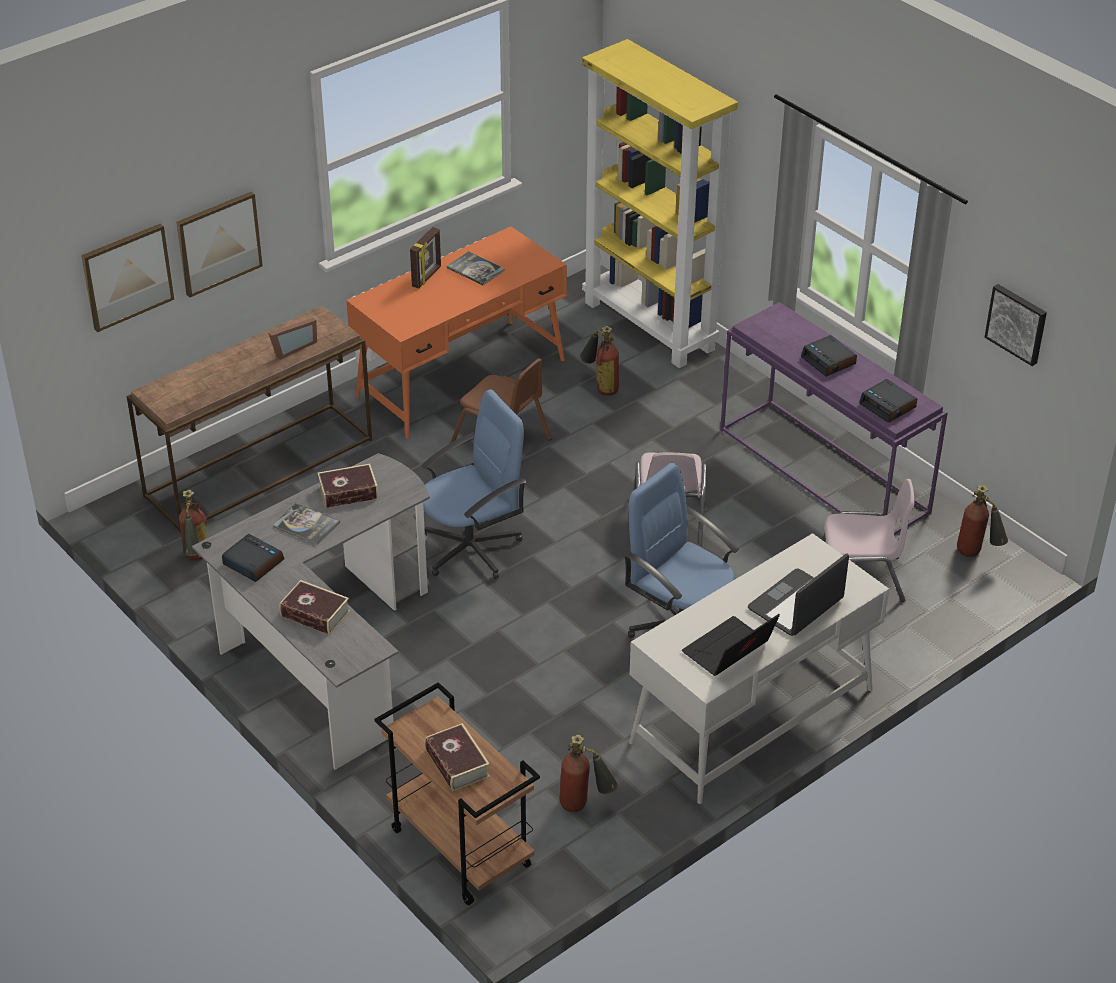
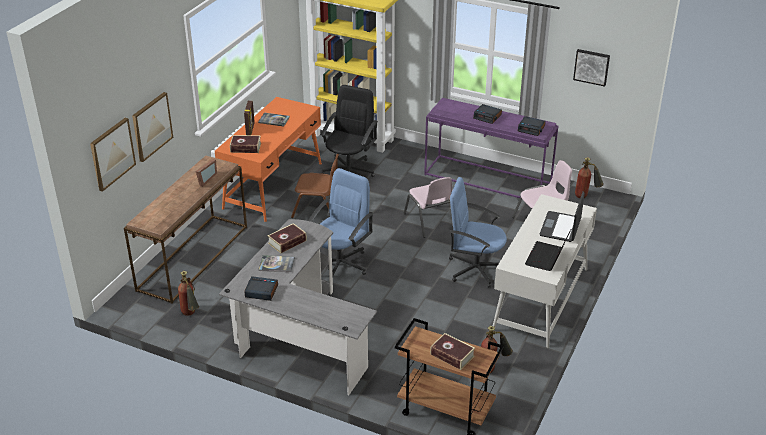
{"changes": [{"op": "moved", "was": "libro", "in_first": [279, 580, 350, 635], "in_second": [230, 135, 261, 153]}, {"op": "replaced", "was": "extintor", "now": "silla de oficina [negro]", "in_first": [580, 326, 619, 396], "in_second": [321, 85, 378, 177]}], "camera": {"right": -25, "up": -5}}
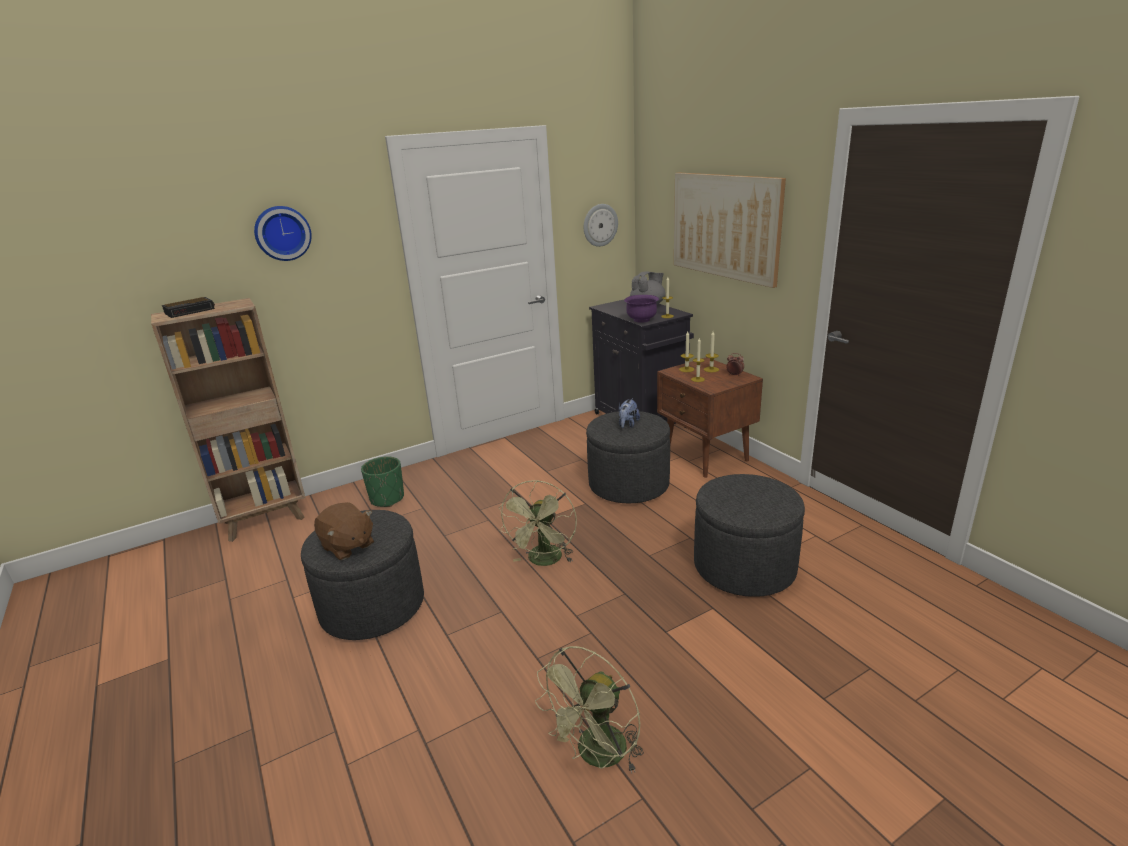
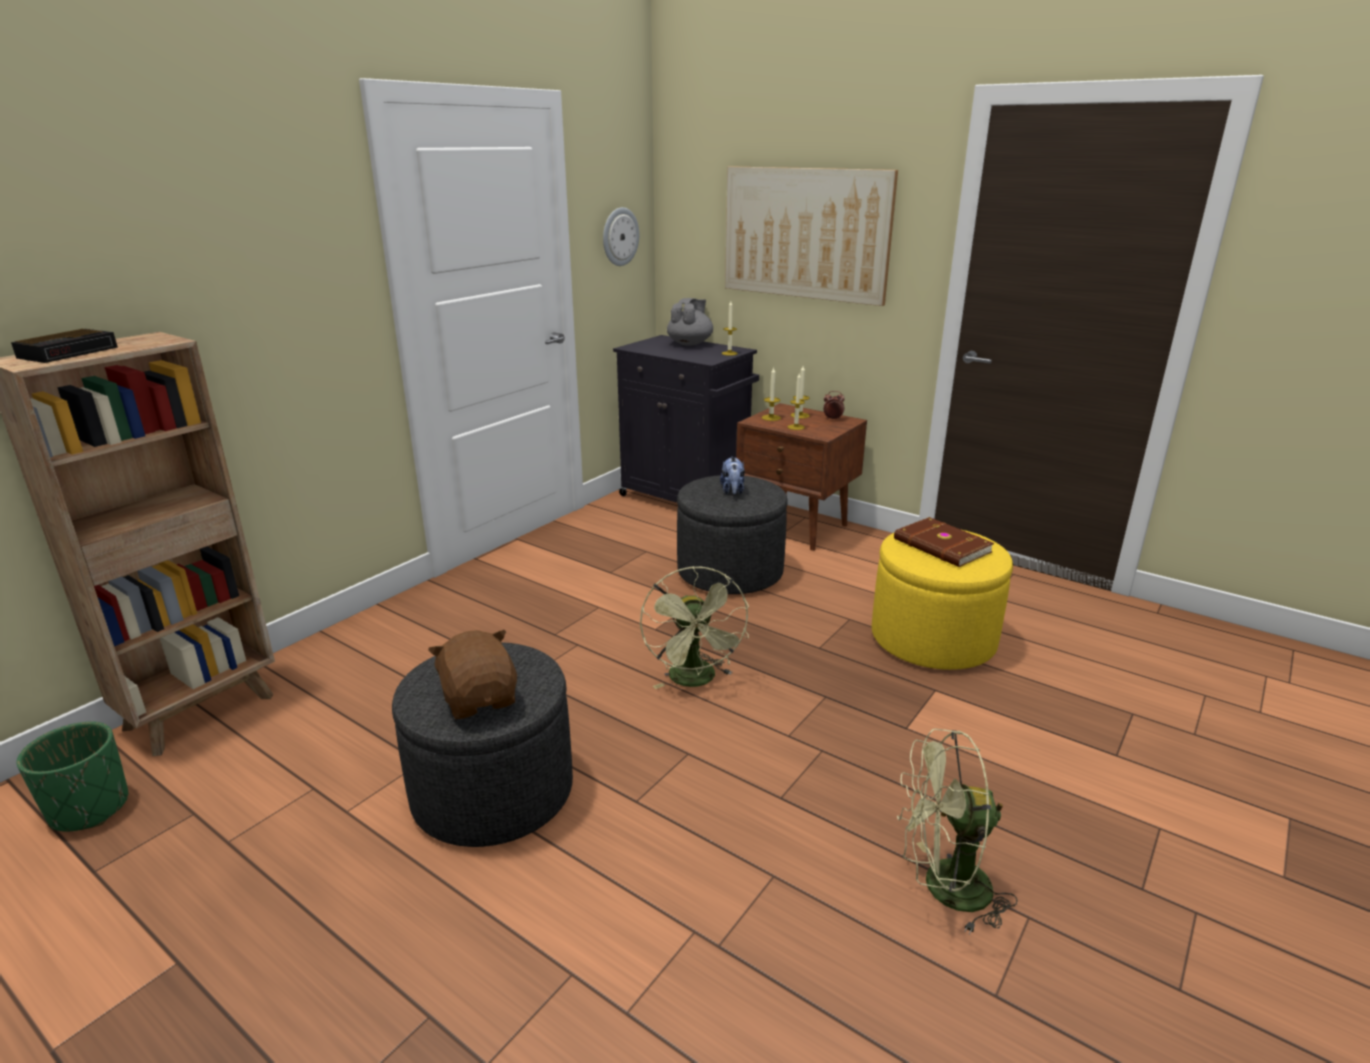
{"changes": [{"op": "moved", "was": "maceta [verde]", "in_first": [361, 456, 404, 507], "in_second": [17, 722, 128, 832]}, {"op": "turned", "was": "peluche [marrón]", "in_first": [314, 502, 374, 560], "in_second": [428, 630, 517, 719], "clockwise": -135}, {"op": "recoloured", "was": "puf [gris]", "now": "puf [amarillo]", "in_first": [694, 474, 805, 597], "in_second": [872, 529, 1013, 670]}, {"op": "added", "now": "libro [marrón]", "in_second": [894, 517, 994, 567]}, {"op": "turned", "was": "ventilador [verde]", "in_first": [535, 646, 644, 773], "in_second": [897, 729, 1018, 935], "clockwise": 75}, {"op": "removed", "was": "reloj de pared", "in_first": [254, 206, 312, 261]}, {"op": "removed", "was": "cuenco [morado]", "in_first": [624, 295, 659, 323]}], "camera": {"right": -25, "up": 0}}
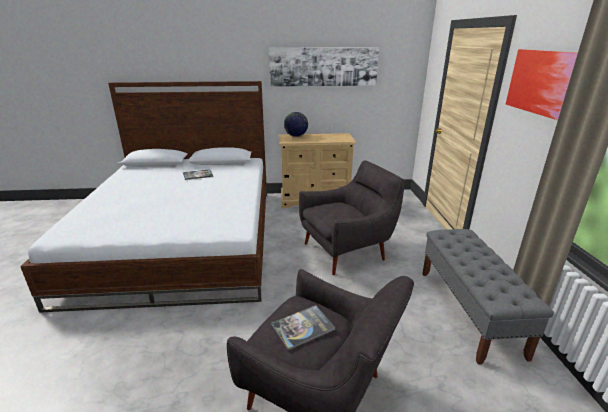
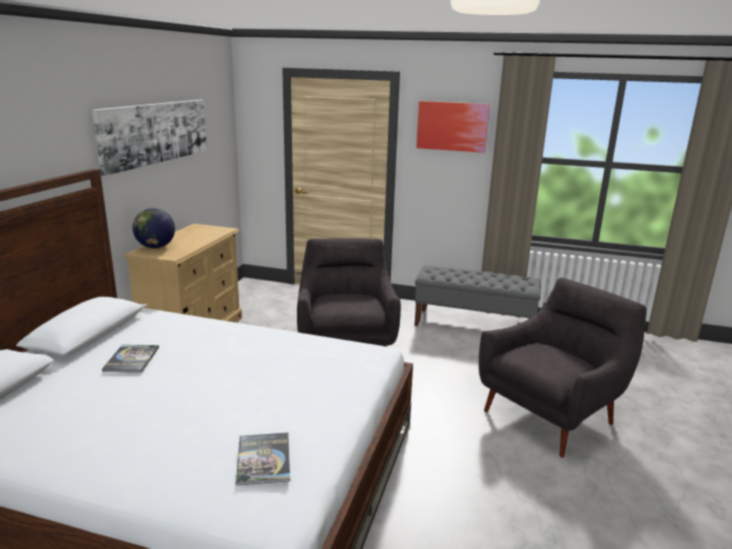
{"changes": [{"op": "moved", "was": "libro", "in_first": [271, 305, 336, 350], "in_second": [236, 433, 290, 485]}], "camera": {"right": -70, "up": -5}}
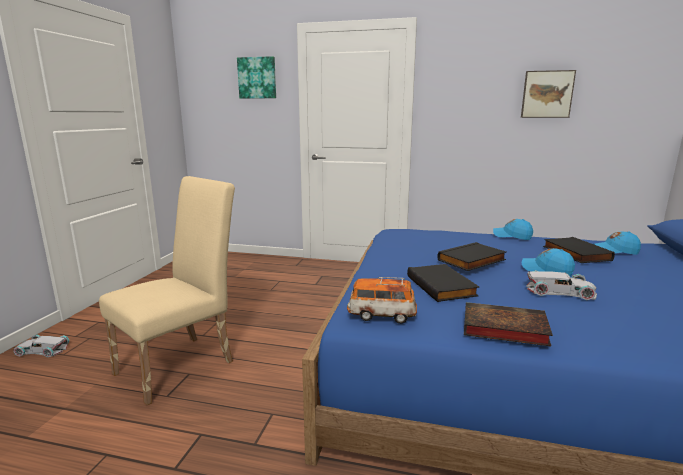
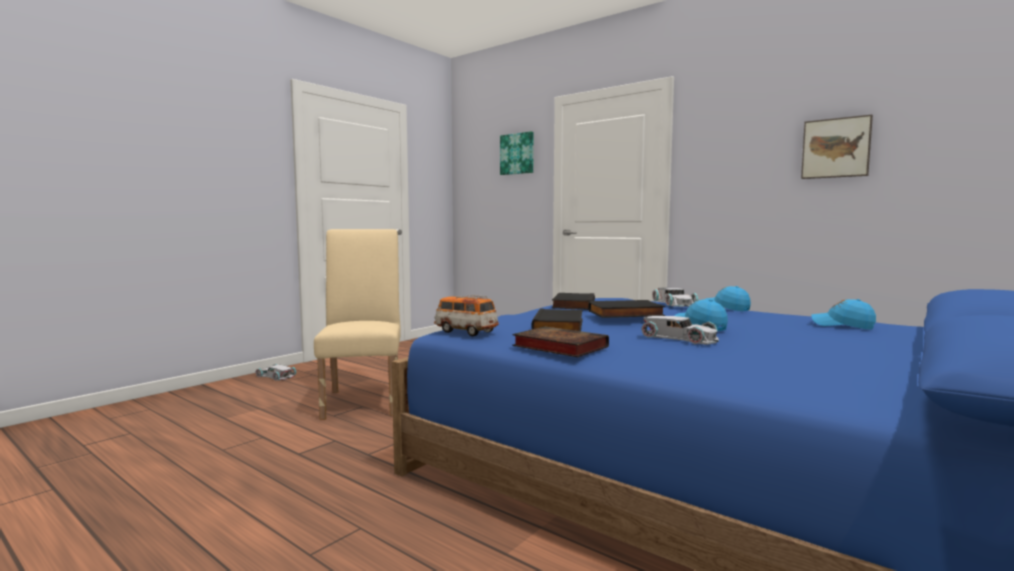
{"changes": [{"op": "turned", "was": "silla [beis]", "in_first": [99, 176, 235, 406], "in_second": [314, 229, 401, 420], "clockwise": -75}, {"op": "moved", "was": "libro [negro]", "in_first": [543, 237, 615, 263], "in_second": [552, 293, 595, 310]}, {"op": "added", "now": "coche de juguete [blanco]", "in_second": [652, 288, 699, 307]}], "camera": {"right": 25, "up": -10}}
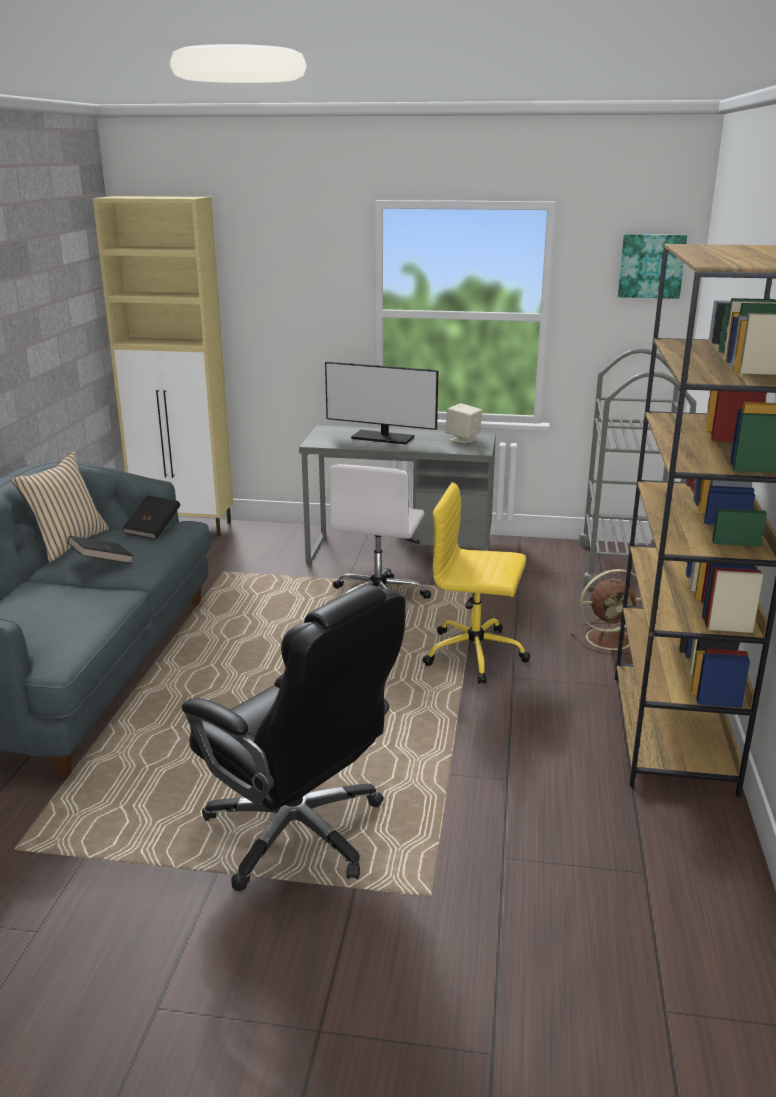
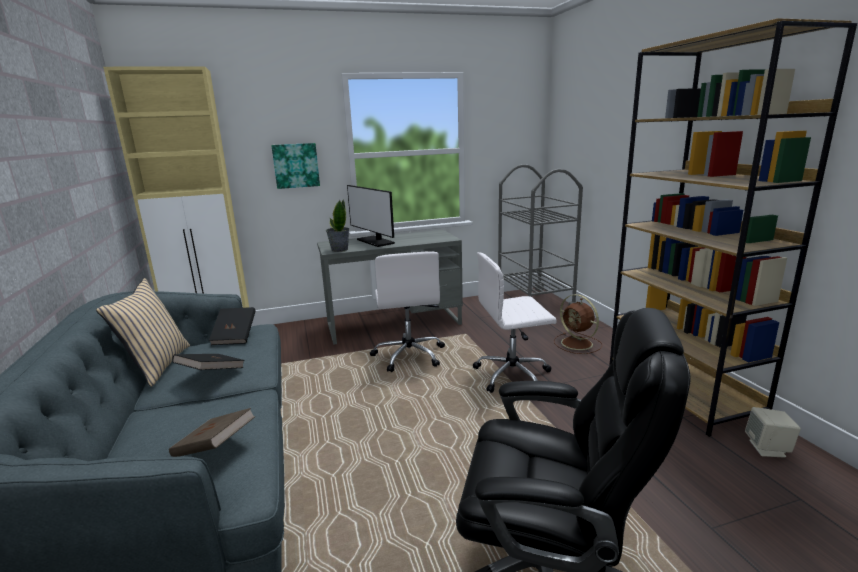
{"changes": [{"op": "added", "now": "libro [marrón]", "in_second": [169, 408, 255, 457]}, {"op": "moved", "was": "cuadro", "in_first": [618, 234, 687, 299], "in_second": [271, 143, 320, 189]}, {"op": "added", "now": "planta en maceta", "in_second": [326, 199, 349, 252]}, {"op": "turned", "was": "monitor", "in_first": [325, 362, 438, 445], "in_second": [347, 185, 395, 247], "clockwise": 60}, {"op": "recoloured", "was": "silla de oficina [amarillo]", "now": "silla de oficina [blanco]", "in_first": [423, 482, 530, 684], "in_second": [473, 252, 557, 393]}, {"op": "turned", "was": "ventilador [marrón]", "in_first": [571, 569, 643, 655], "in_second": [554, 294, 602, 354], "clockwise": 90}, {"op": "moved", "was": "altavoz [beis]", "in_first": [445, 403, 482, 444], "in_second": [745, 407, 801, 458]}], "camera": {"right": -25, "up": -5}}
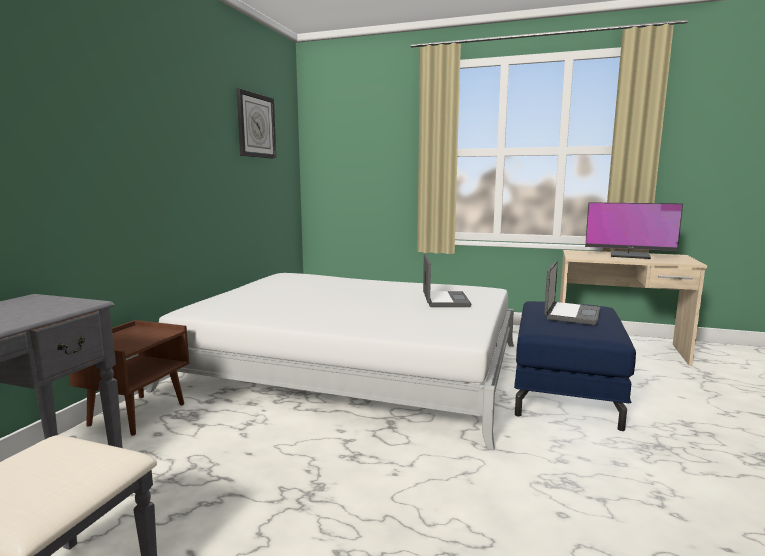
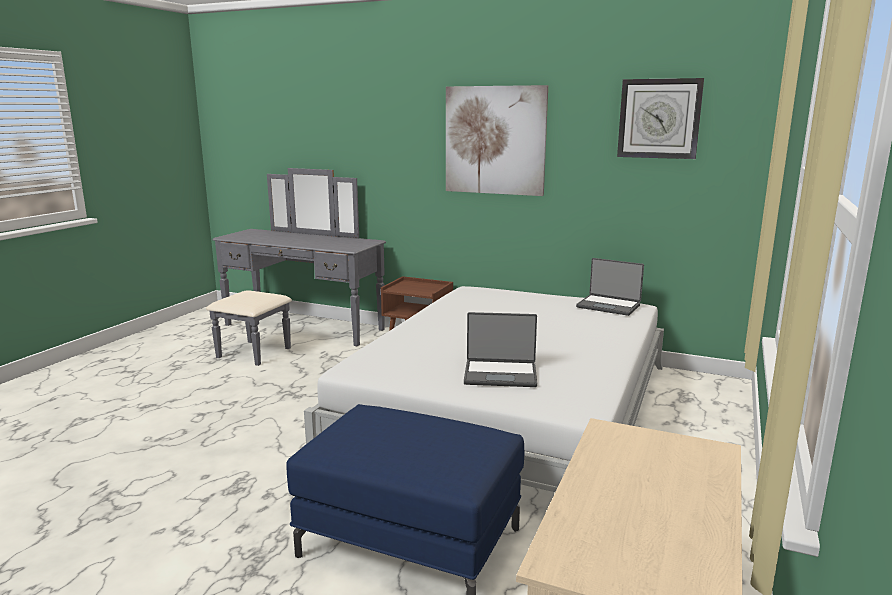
{"changes": [{"op": "added", "now": "cuadro", "in_second": [446, 85, 548, 196]}, {"op": "moved", "was": "portátil", "in_first": [544, 261, 600, 325], "in_second": [576, 258, 644, 316]}, {"op": "removed", "was": "monitor", "in_first": [585, 202, 683, 259]}], "camera": {"right": 95, "up": 5}}
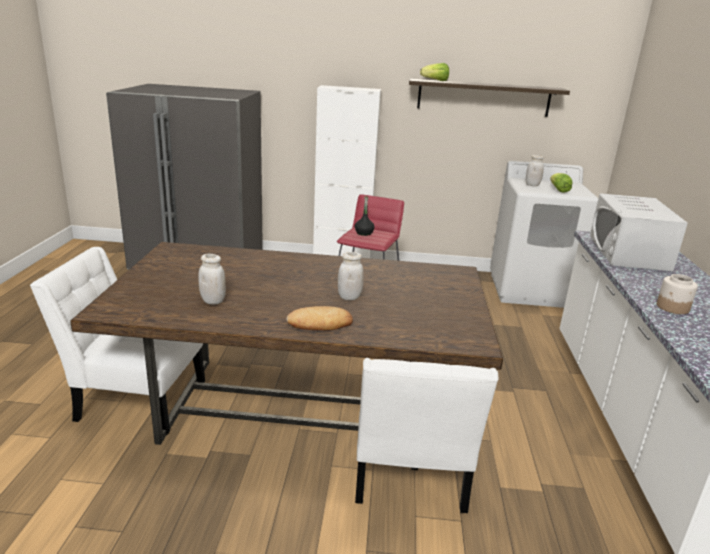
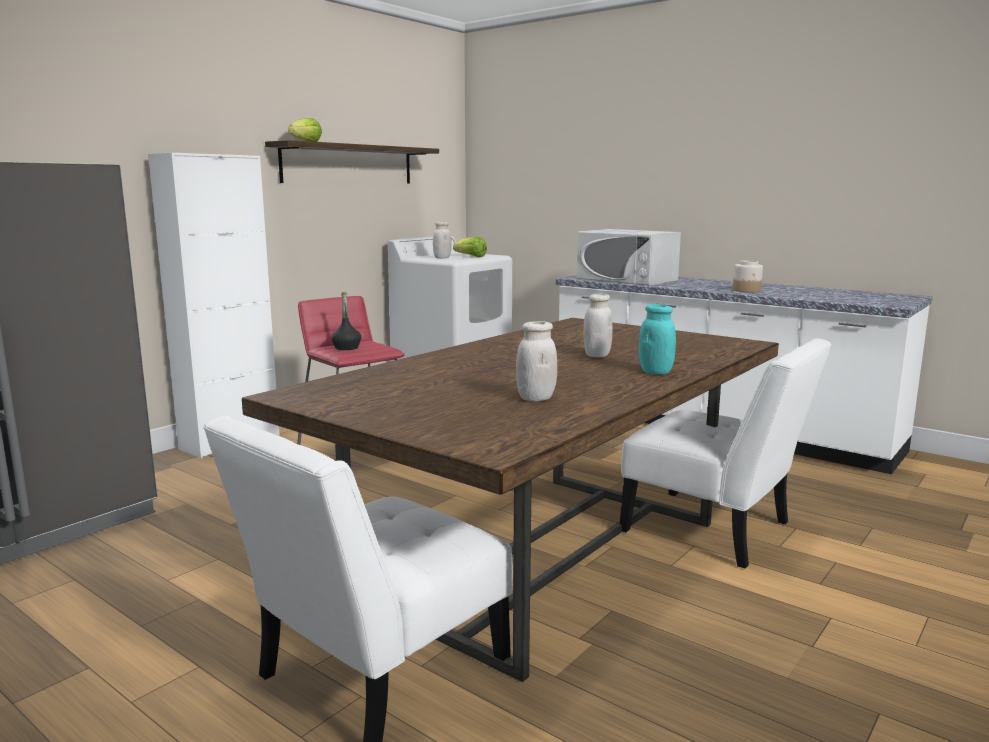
{"changes": [{"op": "replaced", "was": "pan", "now": "tarro [turquesa]", "in_first": [286, 306, 353, 331], "in_second": [639, 304, 676, 374]}], "camera": {"right": -55, "up": -10}}
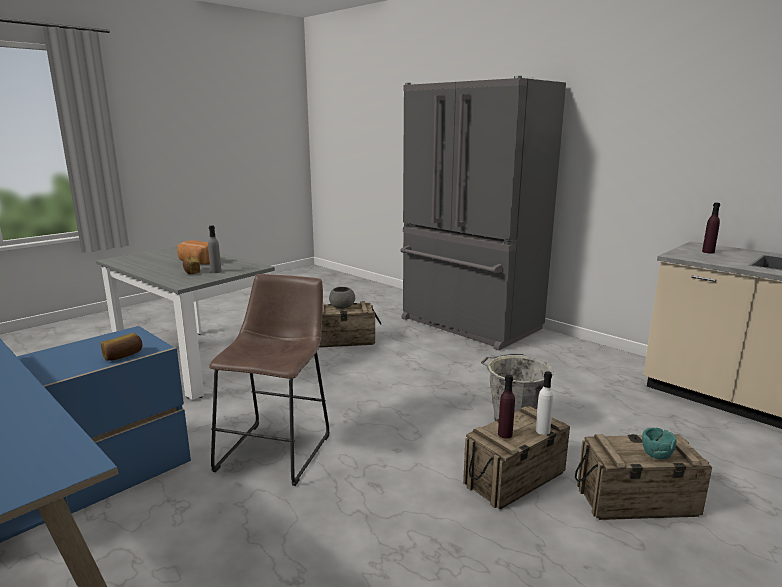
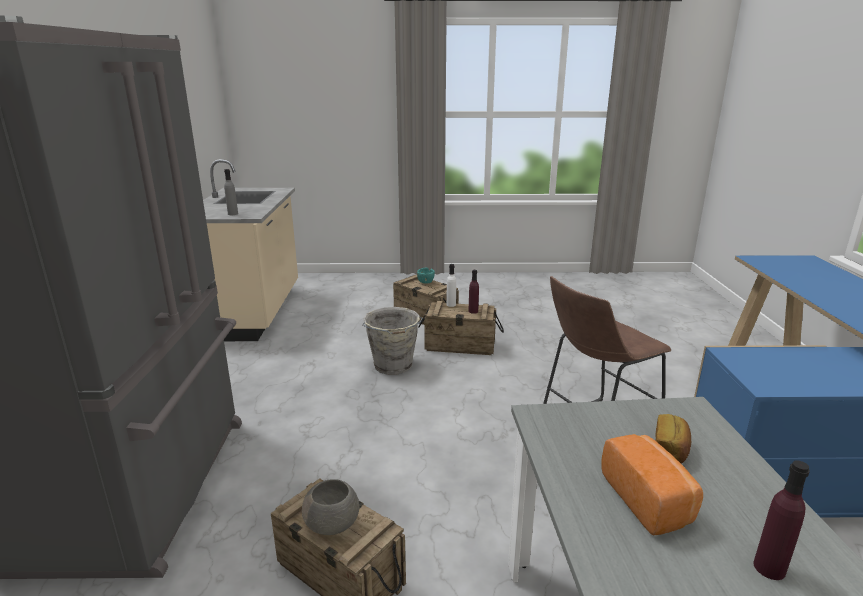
{"changes": [{"op": "moved", "was": "botella [gris]", "in_first": [208, 225, 221, 273], "in_second": [224, 169, 238, 215]}, {"op": "moved", "was": "botella [morado]", "in_first": [702, 203, 720, 254], "in_second": [753, 460, 810, 580]}, {"op": "removed", "was": "pan", "in_first": [101, 333, 143, 361]}], "camera": {"right": -135, "up": 5}}
